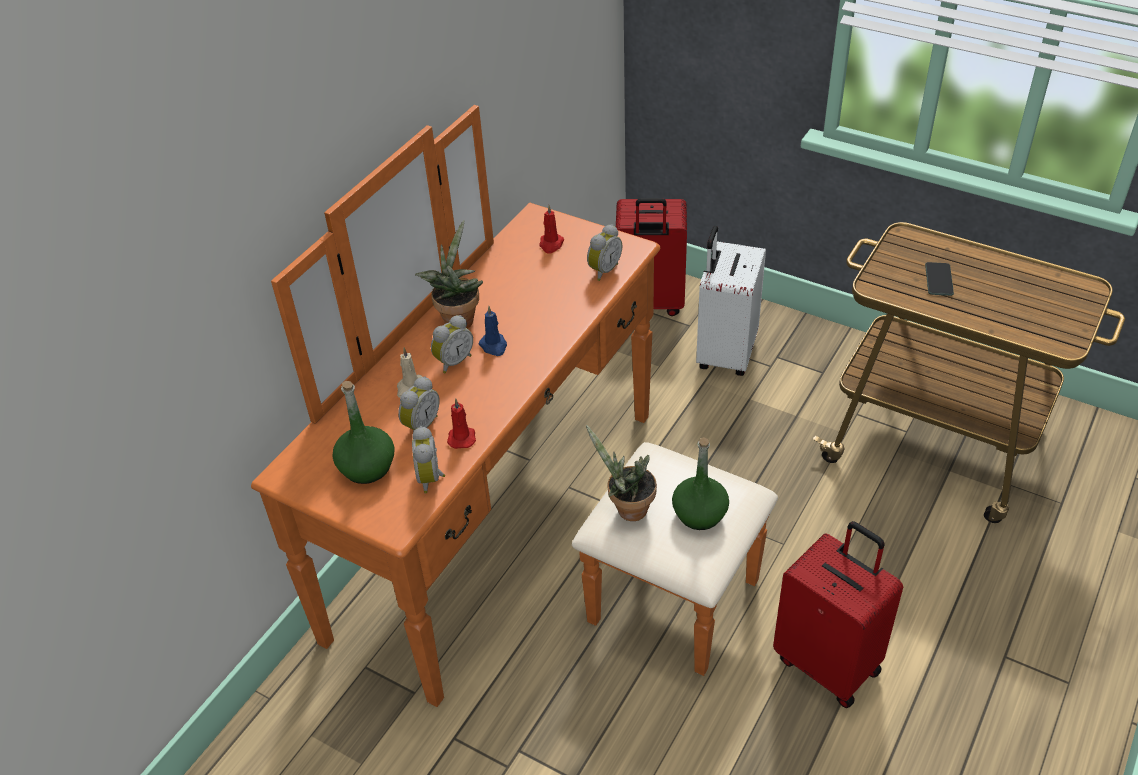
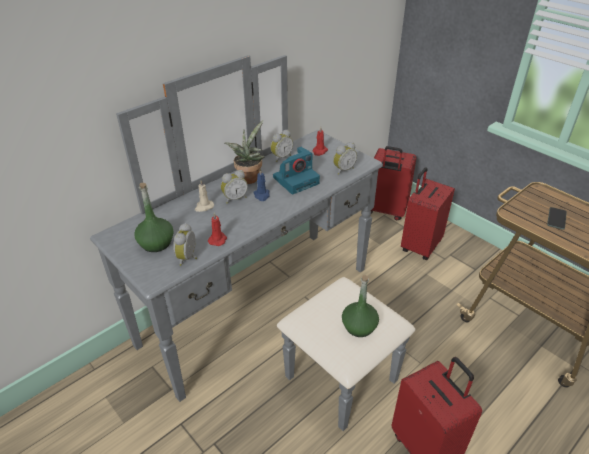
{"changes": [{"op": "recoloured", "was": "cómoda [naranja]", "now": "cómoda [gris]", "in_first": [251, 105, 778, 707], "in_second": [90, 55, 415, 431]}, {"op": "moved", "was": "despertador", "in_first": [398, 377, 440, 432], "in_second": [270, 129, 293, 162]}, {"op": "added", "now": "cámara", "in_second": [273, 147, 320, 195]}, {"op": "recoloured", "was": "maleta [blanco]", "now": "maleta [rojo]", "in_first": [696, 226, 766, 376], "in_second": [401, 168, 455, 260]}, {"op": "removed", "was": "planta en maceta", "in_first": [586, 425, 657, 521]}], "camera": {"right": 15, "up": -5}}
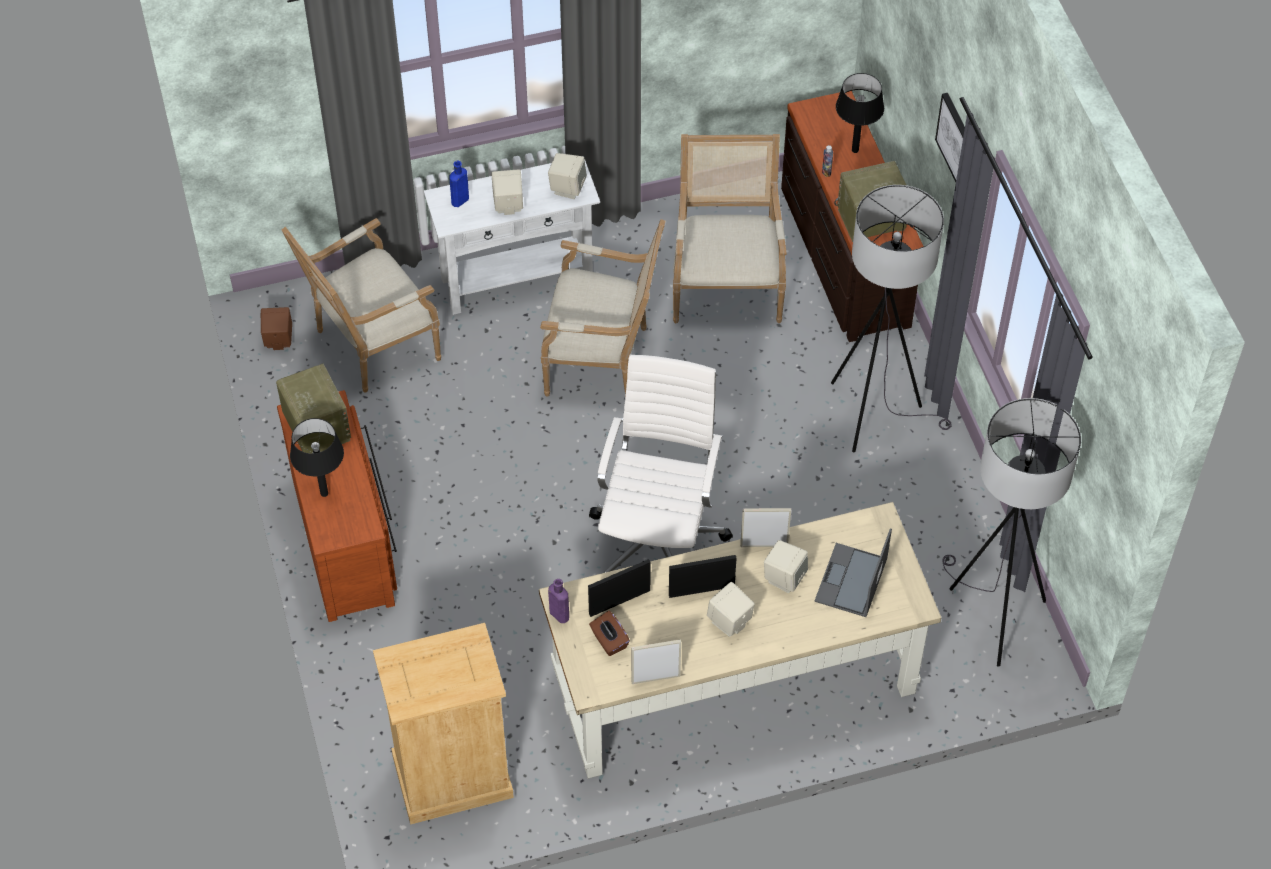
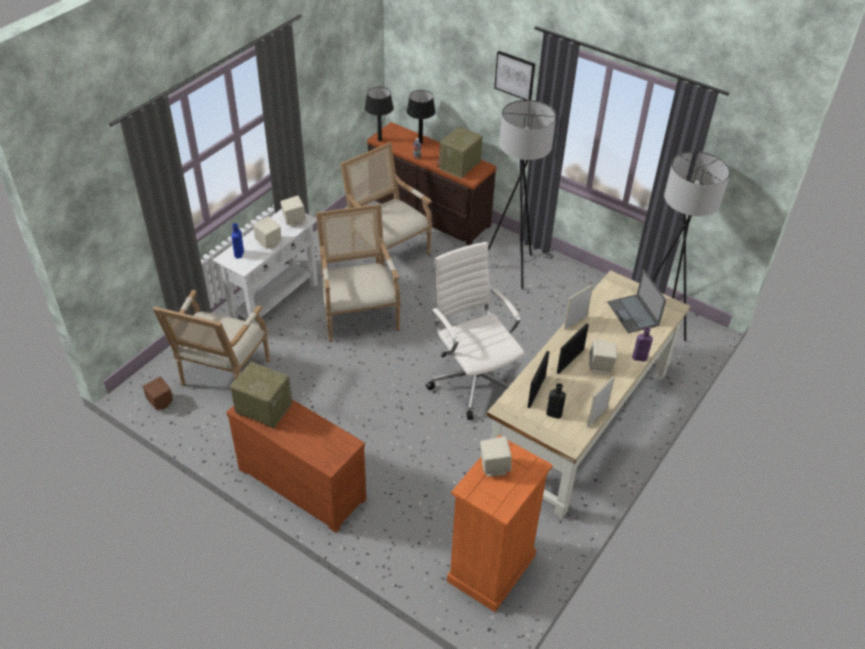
{"changes": [{"op": "turned", "was": "sillón", "in_first": [540, 219, 665, 397], "in_second": [316, 204, 401, 342], "clockwise": -75}, {"op": "moved", "was": "lámpara de mesa [negro]", "in_first": [290, 418, 344, 497], "in_second": [365, 87, 394, 141]}, {"op": "recoloured", "was": "cómoda [beis]", "now": "cómoda [naranja]", "in_first": [373, 623, 514, 825], "in_second": [447, 435, 553, 612]}, {"op": "moved", "was": "altavoz [beis]", "in_first": [764, 540, 808, 593], "in_second": [480, 436, 512, 477]}, {"op": "replaced", "was": "caja de pañuelos [marrón]", "now": "botella [negro]", "in_first": [589, 611, 630, 656], "in_second": [546, 383, 566, 419]}, {"op": "moved", "was": "botella [morado]", "in_first": [548, 579, 569, 623], "in_second": [632, 327, 653, 361]}], "camera": {"right": -40, "up": -10}}
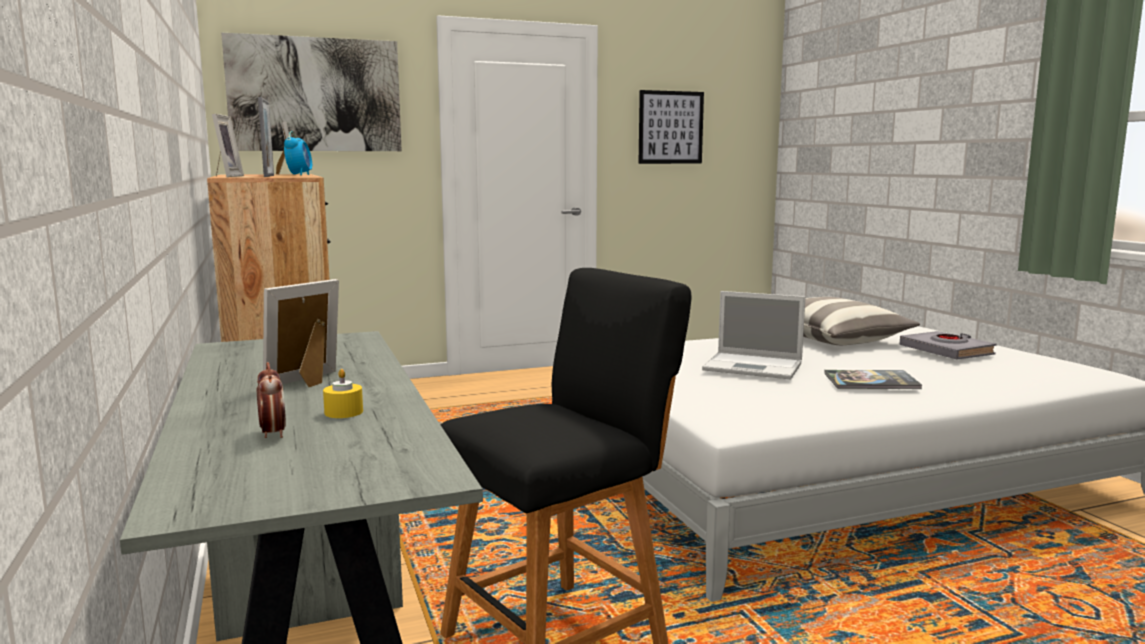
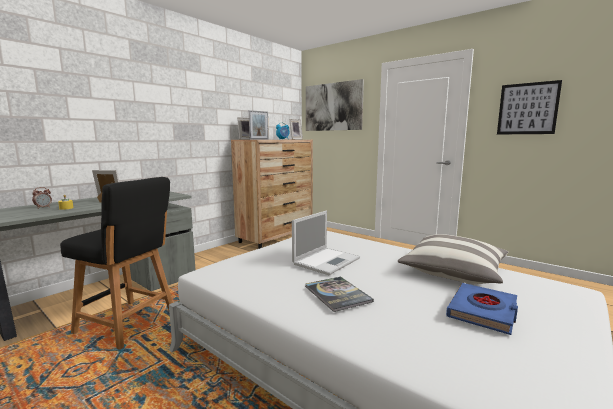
{"changes": [{"op": "turned", "was": "portátil", "in_first": [702, 291, 805, 379], "in_second": [292, 211, 360, 275], "clockwise": -135}, {"op": "recoloured", "was": "libro [gris]", "now": "libro [azul]", "in_first": [899, 331, 997, 360], "in_second": [446, 283, 518, 335]}], "camera": {"right": 60, "up": 0}}
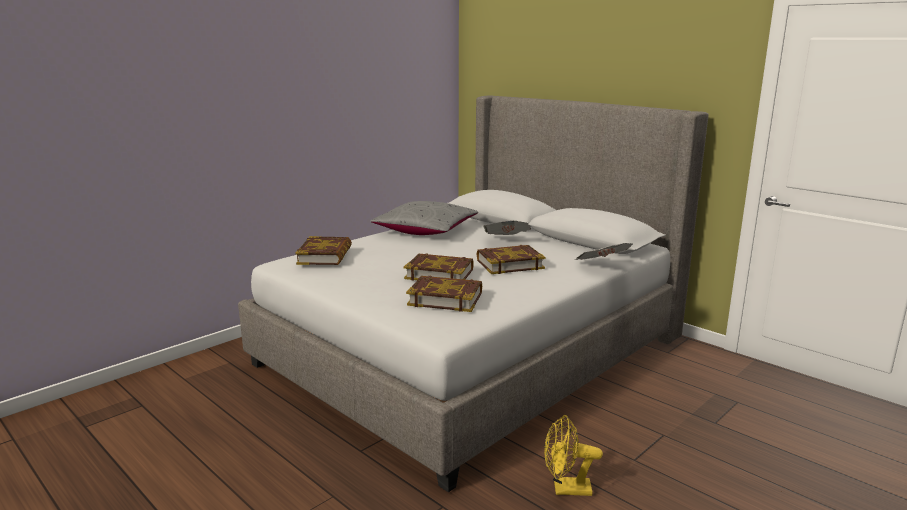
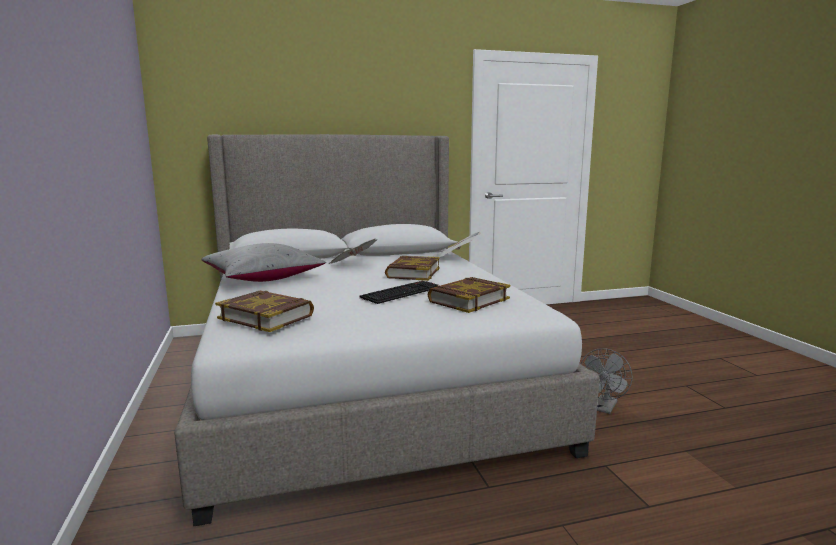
{"changes": [{"op": "replaced", "was": "libro", "now": "teclado", "in_first": [404, 253, 474, 280], "in_second": [359, 281, 439, 304]}, {"op": "recoloured", "was": "ventilador [amarillo]", "now": "ventilador [gris]", "in_first": [544, 415, 603, 496], "in_second": [581, 348, 632, 414]}], "camera": {"right": -60, "up": -5}}
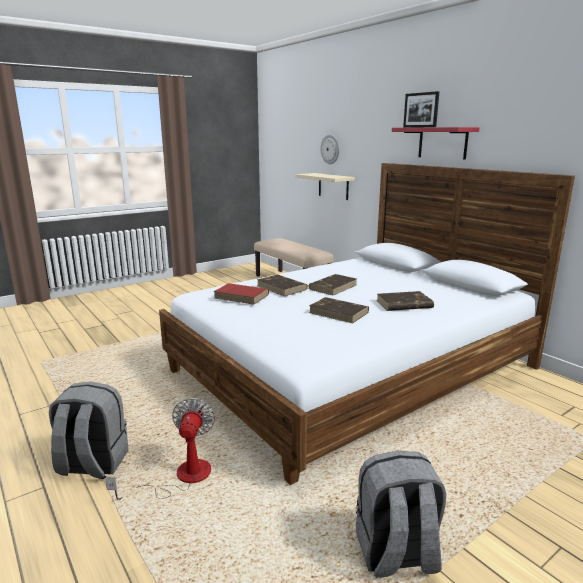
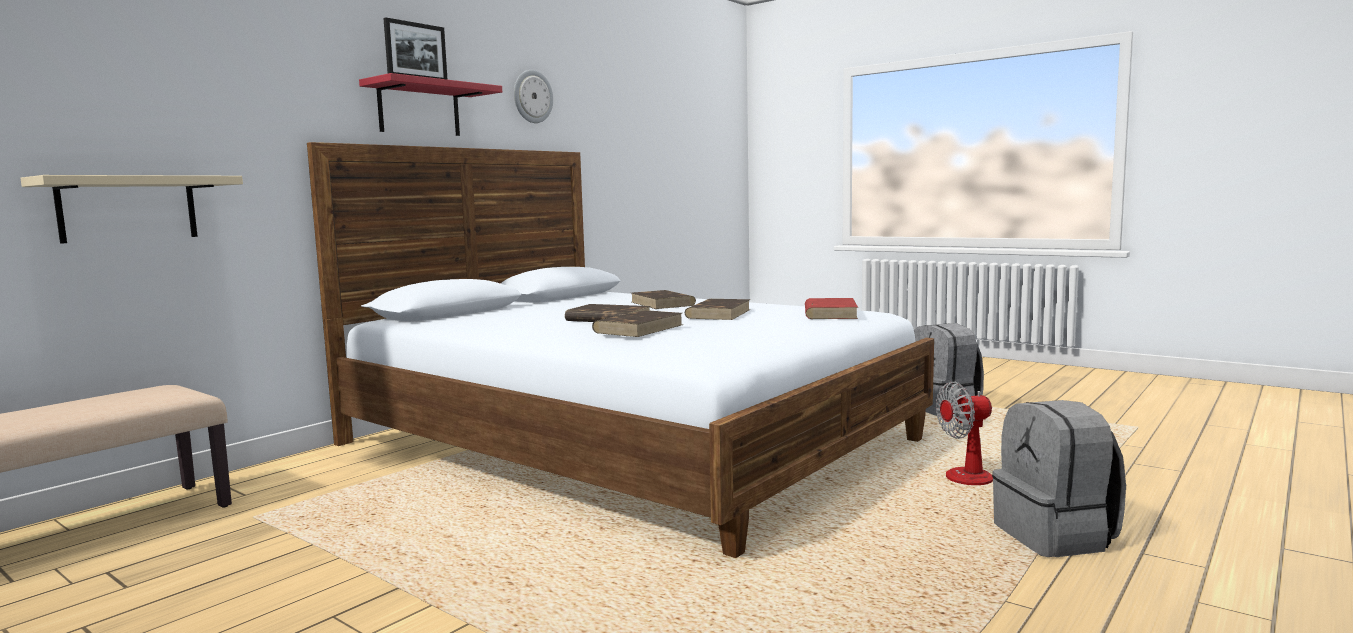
{"changes": [{"op": "moved", "was": "reloj de pared", "in_first": [320, 134, 339, 164], "in_second": [514, 70, 553, 123]}, {"op": "moved", "was": "libro [rojo]", "in_first": [213, 283, 269, 305], "in_second": [805, 298, 858, 319]}], "camera": {"right": -105, "up": -10}}
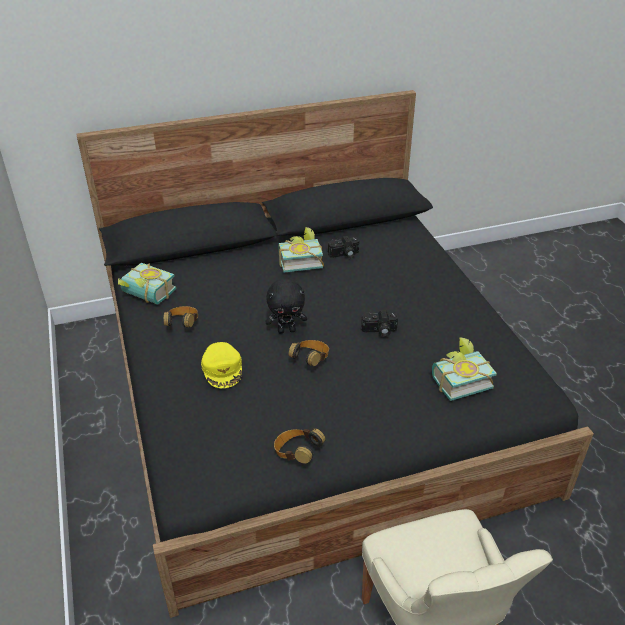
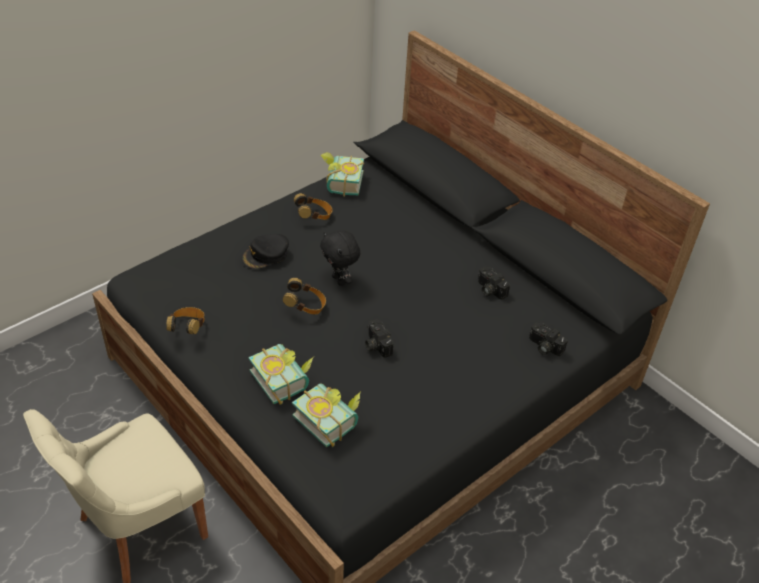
{"changes": [{"op": "recoloured", "was": "gorra [amarillo]", "now": "gorra [negro]", "in_first": [201, 342, 242, 388], "in_second": [242, 234, 289, 269]}, {"op": "moved", "was": "libro", "in_first": [278, 227, 324, 272], "in_second": [248, 344, 313, 405]}, {"op": "added", "now": "cámara", "in_second": [529, 323, 568, 356]}], "camera": {"right": 65, "up": 5}}
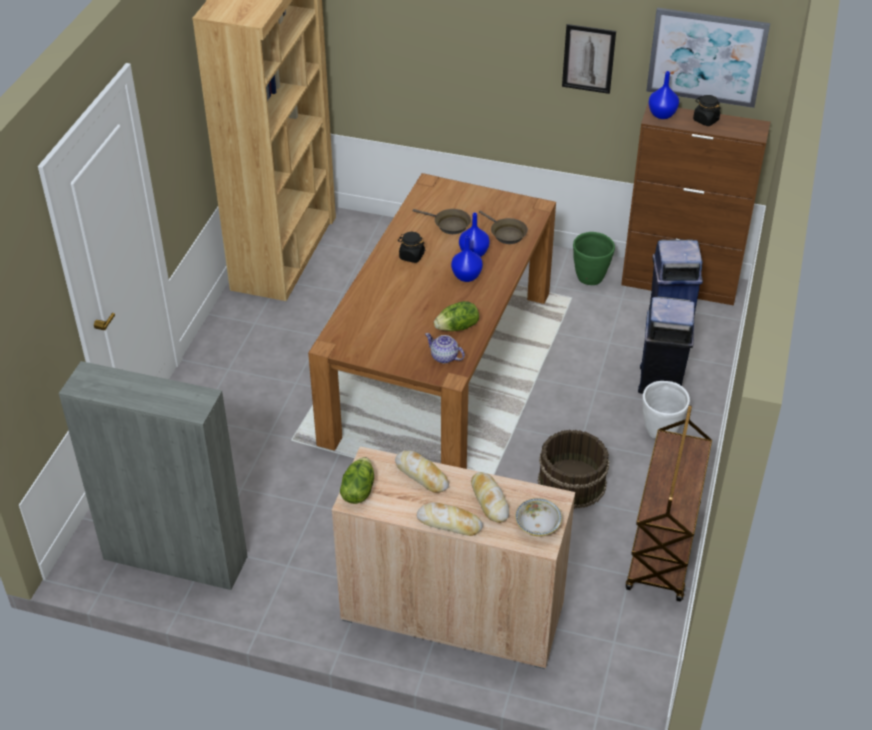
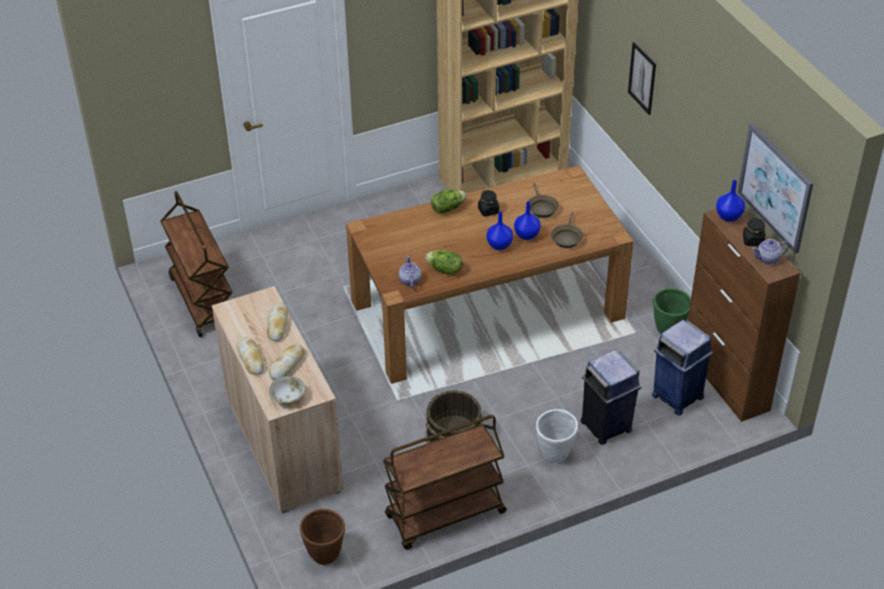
{"changes": [{"op": "replaced", "was": "armario [gris]", "now": "carrito [marrón]", "in_first": [59, 361, 248, 590], "in_second": [160, 191, 232, 337]}, {"op": "added", "now": "maceta [marrón]", "in_second": [300, 509, 345, 565]}, {"op": "moved", "was": "lechuga", "in_first": [340, 457, 374, 504], "in_second": [431, 189, 467, 213]}, {"op": "moved", "was": "cuadro", "in_first": [562, 24, 616, 94], "in_second": [628, 42, 656, 115]}, {"op": "added", "now": "tetera", "in_second": [752, 239, 789, 264]}], "camera": {"right": 50, "up": 0}}
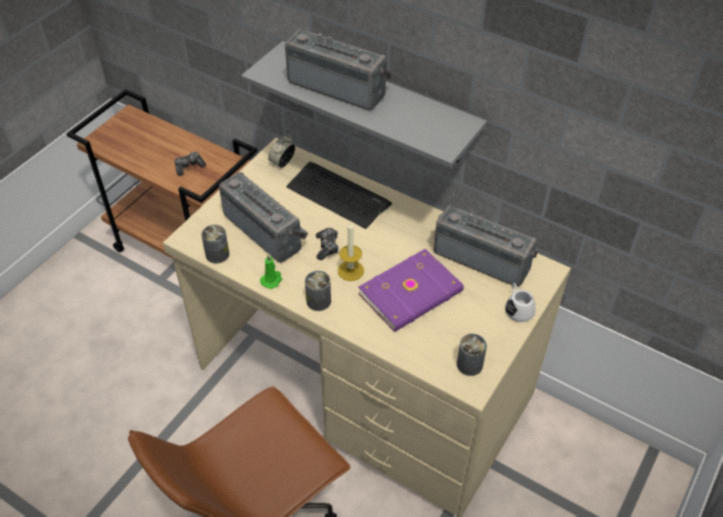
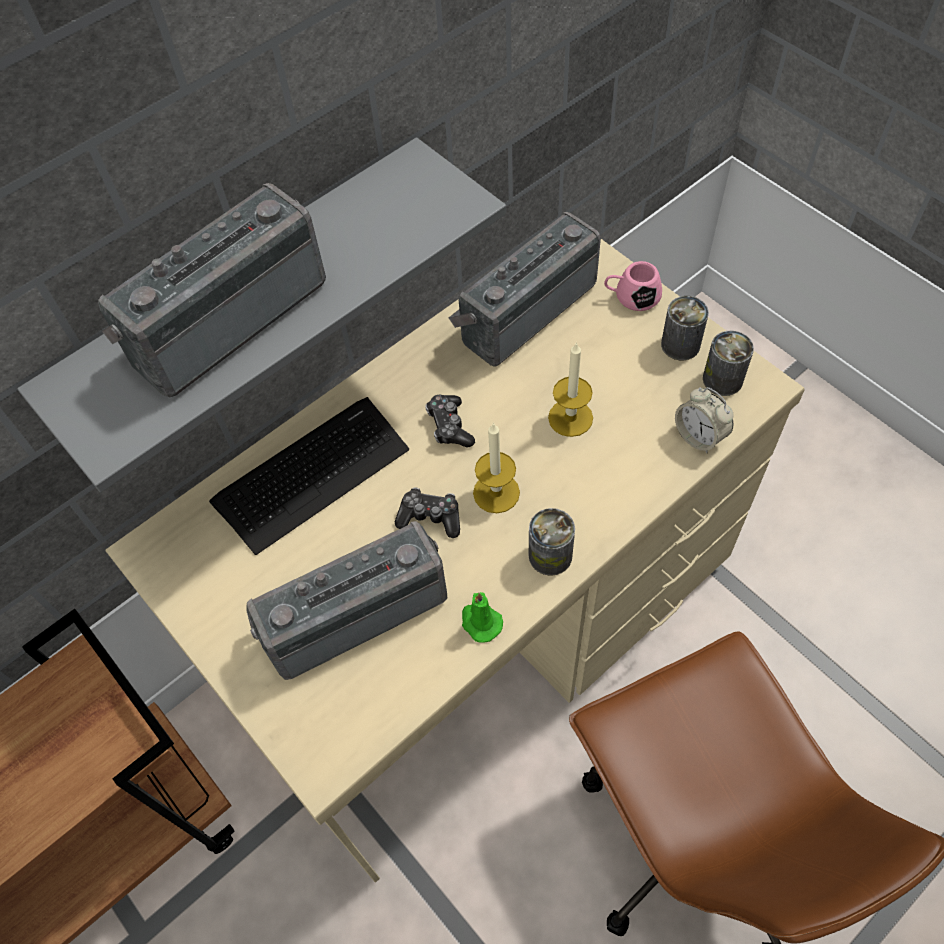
{"changes": [{"op": "moved", "was": "mando de consola", "in_first": [174, 152, 206, 176], "in_second": [425, 395, 475, 448]}, {"op": "replaced", "was": "libro [morado]", "now": "vela", "in_first": [358, 249, 464, 332], "in_second": [548, 342, 593, 437]}, {"op": "recoloured", "was": "taza grande [blanco]", "now": "taza grande [rosa]", "in_first": [505, 283, 536, 322], "in_second": [604, 261, 662, 311]}, {"op": "moved", "was": "lata", "in_first": [201, 225, 229, 264], "in_second": [661, 296, 709, 360]}, {"op": "moved", "was": "despertador", "in_first": [268, 136, 295, 168], "in_second": [675, 387, 734, 453]}], "camera": {"right": -70, "up": 10}}
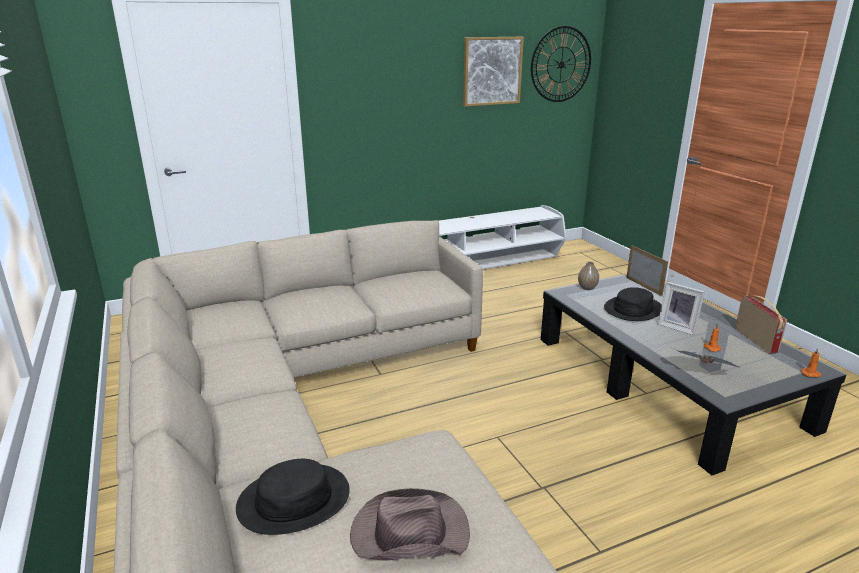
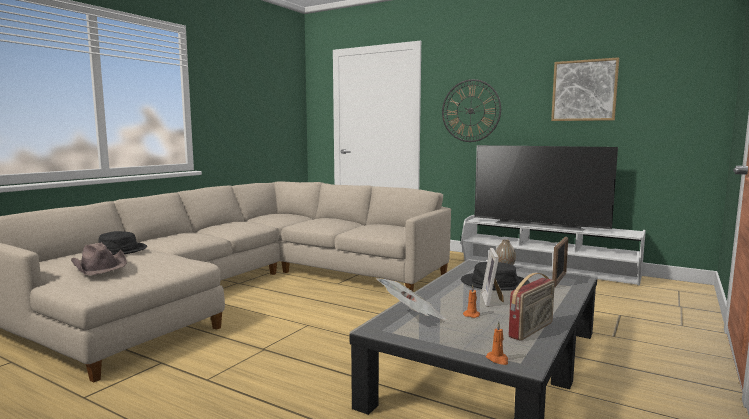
{"changes": [{"op": "moved", "was": "reloj de pared", "in_first": [531, 26, 591, 102], "in_second": [442, 79, 501, 142]}, {"op": "added", "now": "televisor", "in_second": [474, 145, 618, 231]}], "camera": {"right": 55, "up": -15}}
